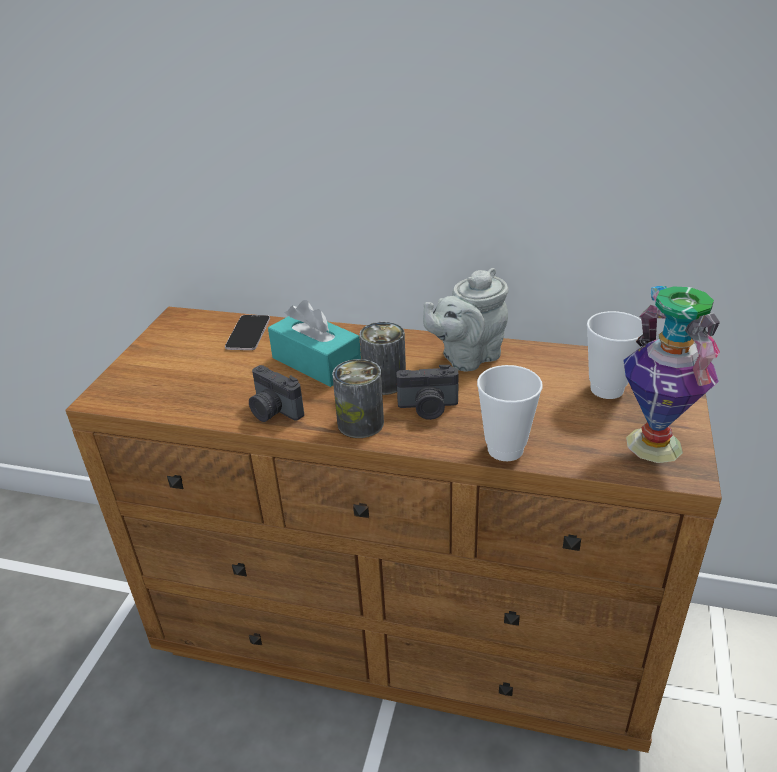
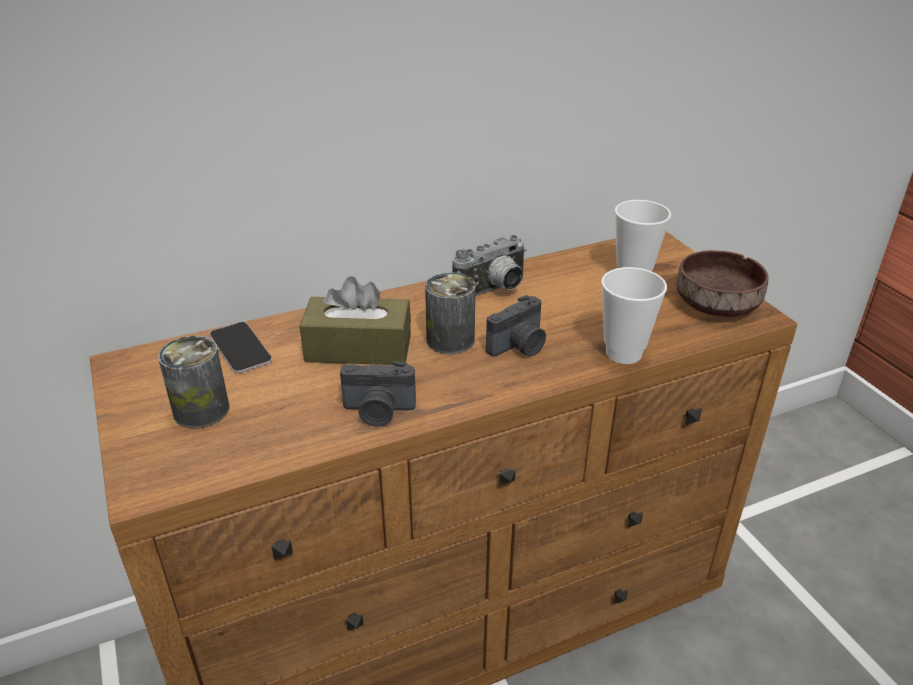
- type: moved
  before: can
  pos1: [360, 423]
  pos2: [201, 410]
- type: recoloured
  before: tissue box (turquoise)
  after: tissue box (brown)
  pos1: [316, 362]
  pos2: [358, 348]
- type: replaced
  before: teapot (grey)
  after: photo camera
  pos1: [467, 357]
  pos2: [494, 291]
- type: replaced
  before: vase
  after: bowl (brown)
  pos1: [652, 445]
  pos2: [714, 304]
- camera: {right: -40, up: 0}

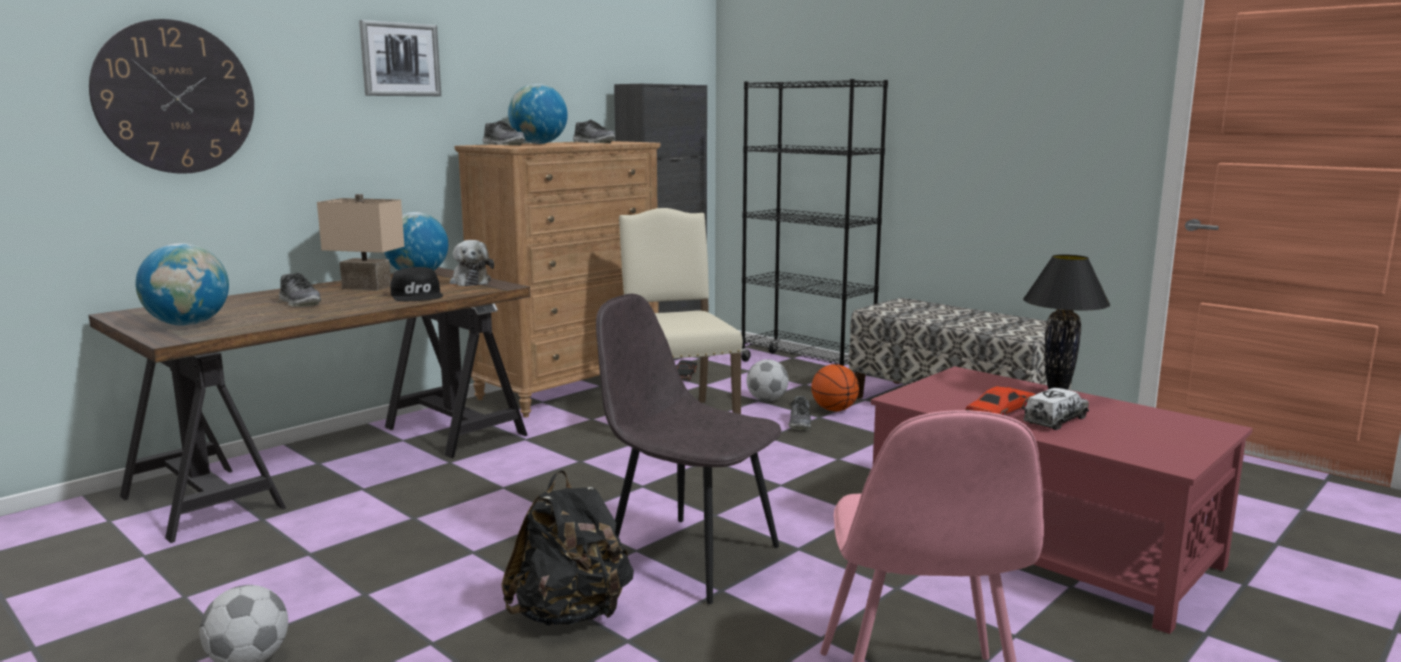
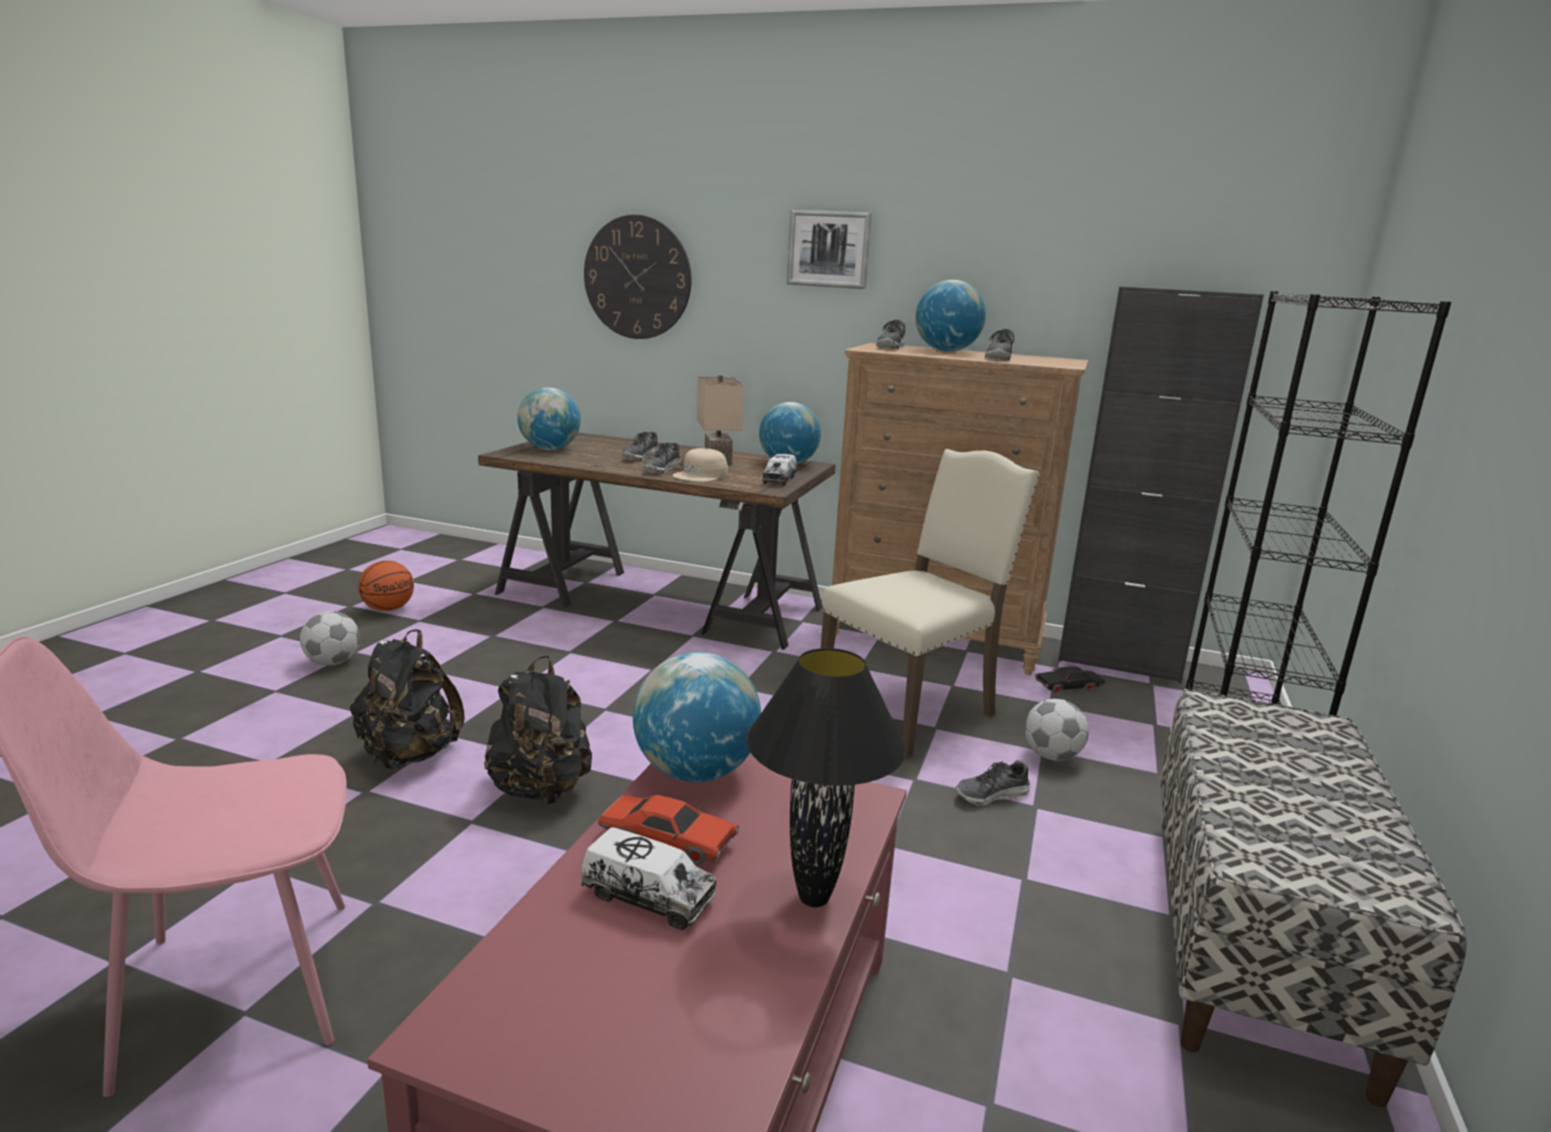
- type: moved
  before: basketball
  pos1: [833, 410]
  pos2: [389, 609]
- type: replaced
  before: chair (grey)
  after: backpack (black)
  pos1: [689, 557]
  pos2: [541, 789]
- type: added
  after: globe
  pos2: [695, 772]
- type: added
  after: shoe
  pos2: [662, 469]
- type: recoloured
  before: cap (black)
  after: cap (beige)
  pos1: [418, 295]
  pos2: [701, 475]
- type: replaced
  before: plush toy
  after: toy truck
  pos1: [470, 281]
  pos2: [779, 479]
- camera: {right: 65, up: 5}

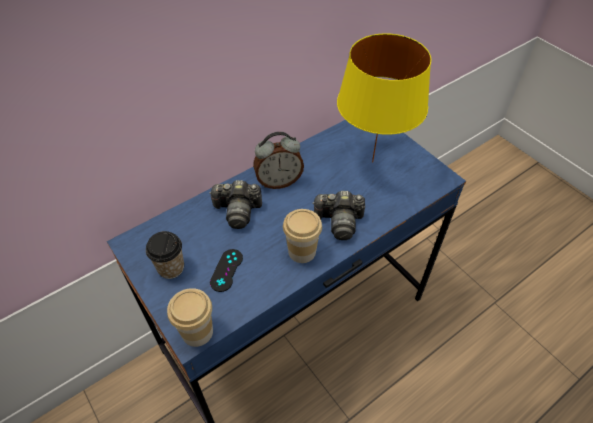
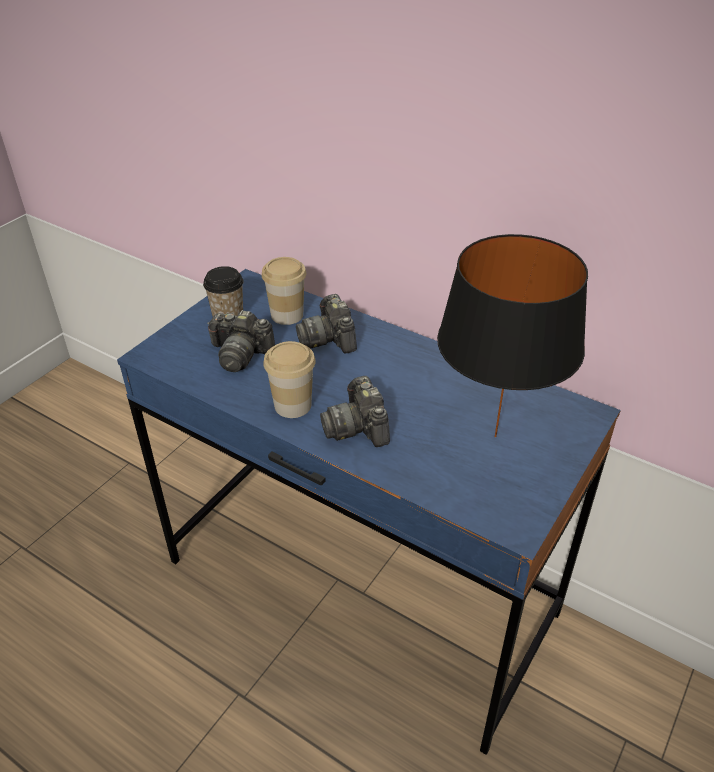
- type: replaced
  before: game controller (black)
  after: photo camera
  pos1: [226, 270]
  pos2: [240, 354]
- type: moved
  before: cup
  pos1: [197, 332]
  pos2: [287, 315]
- type: recoloured
  before: table lamp (yellow)
  after: table lamp (black)
  pos1: [373, 162]
  pos2: [494, 437]
- type: removed
  before: alarm clock
  pos1: [278, 181]
- camera: {right: 70, up: -10}

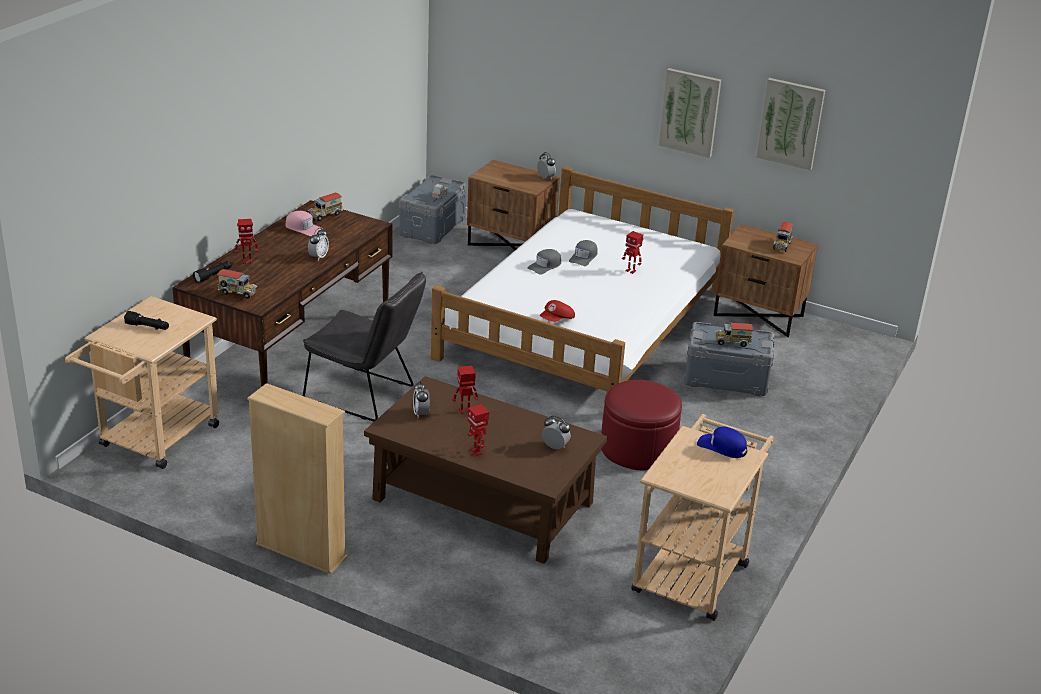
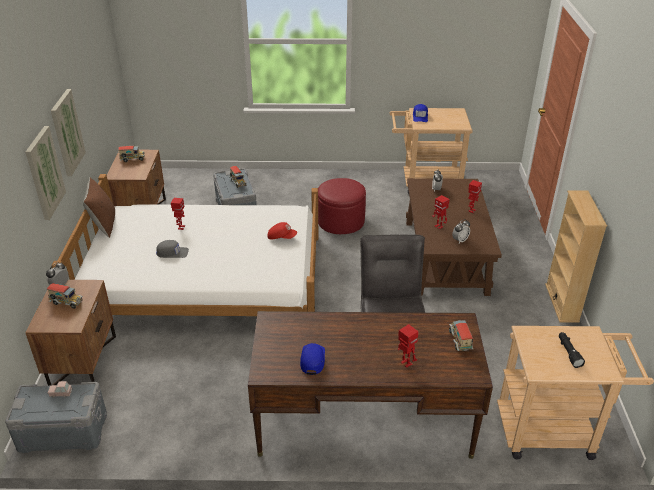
- type: moved
  before: picture
  pos1: [790, 123]
  pos2: [44, 173]
- type: moved
  before: toy truck
  pos1: [325, 216]
  pos2: [67, 303]
- type: added
  after: pillow (brown)
  pos2: [103, 225]
- type: recoloured
  before: cap (pink)
  after: cap (blue)
  pos1: [303, 228]
  pos2: [312, 359]
- type: removed
  before: flashlight (black)
  pos1: [214, 275]
- type: removed
  before: alarm clock
  pos1: [318, 257]
- type: removed
  before: cap (grey)
  pos1: [545, 266]
- camera: {right: -115, up: 5}

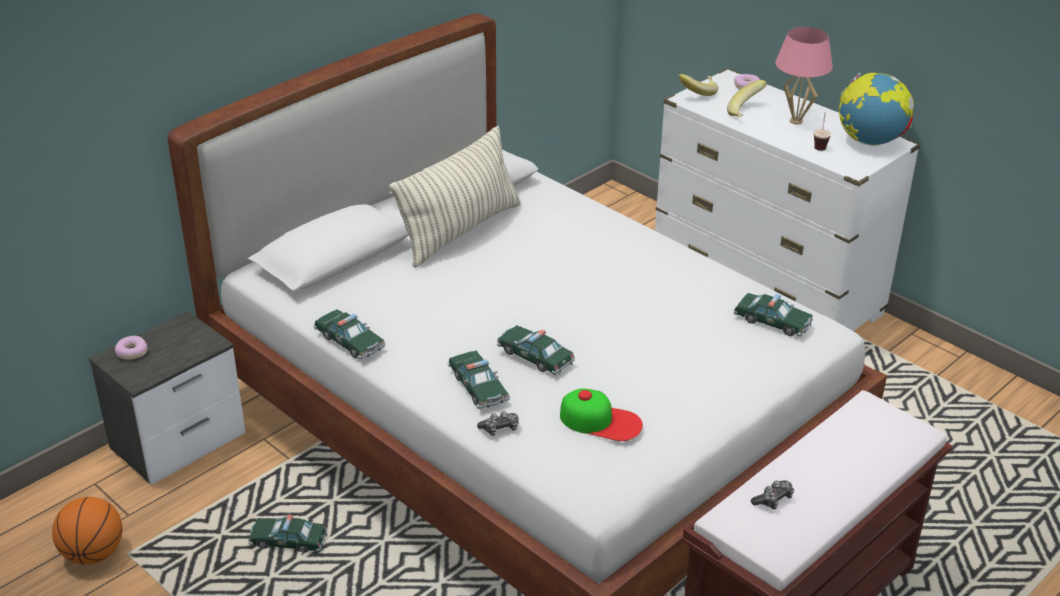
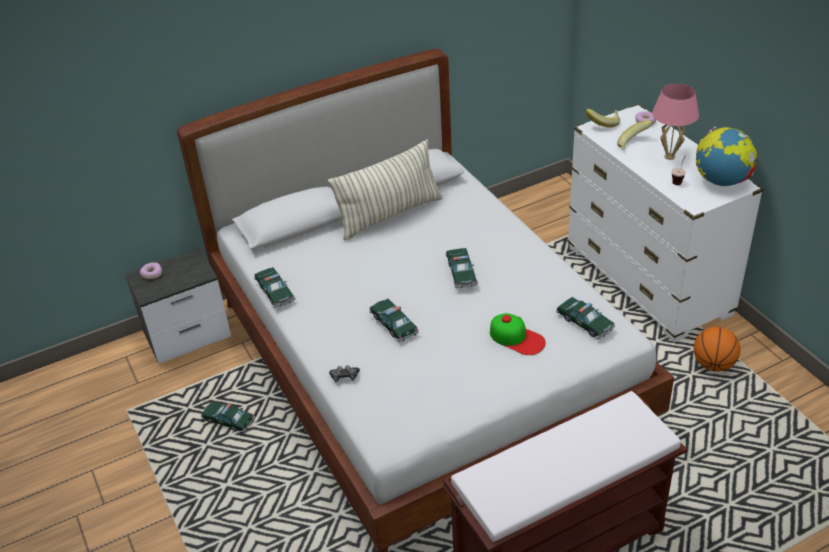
- type: moved
  before: toy car
  pos1: [478, 387]
  pos2: [461, 273]
- type: moved
  before: cap
  pos1: [601, 421]
  pos2: [517, 338]
- type: moved
  before: basketball
  pos1: [93, 554]
  pos2: [713, 364]
- type: removed
  before: game controller
  pos1: [773, 499]
- camera: {right: 20, up: 5}

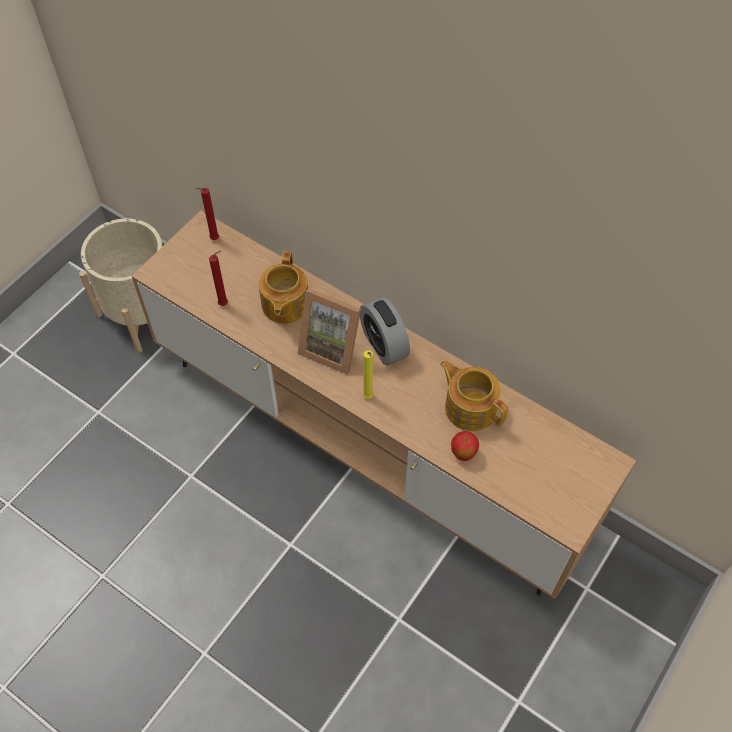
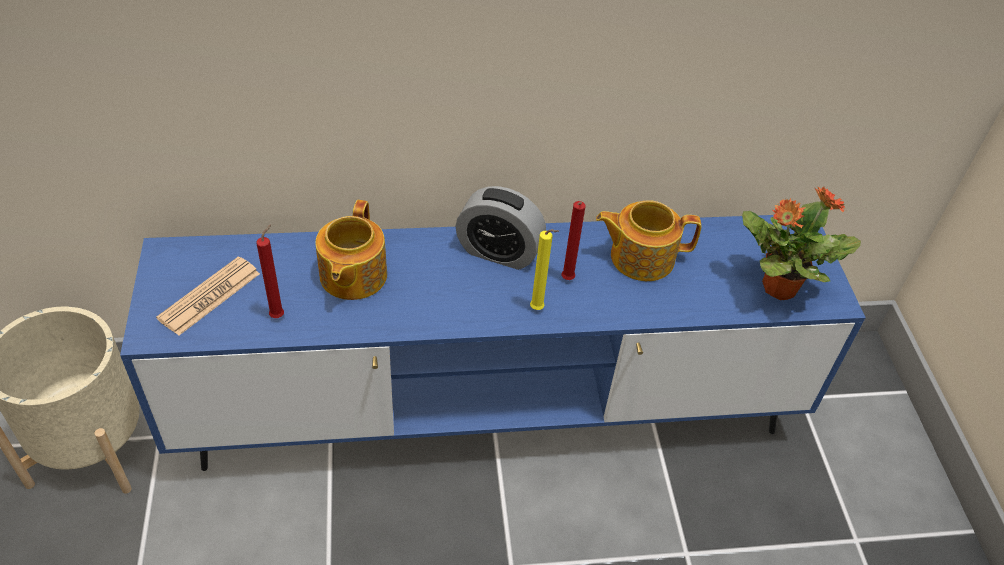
- type: recoloured
  before: tv stand (brown)
  after: tv stand (blue)
  pos1: [367, 445]
  pos2: [490, 412]
- type: added
  after: newspaper
  pos2: [210, 296]
- type: turned
  before: teapot
  pos1: [284, 305]
  pos2: [352, 276]
  turn: 45
- type: moved
  before: candle (red)
  pos1: [213, 239]
  pos2: [566, 280]
- type: added
  after: potted plant
  pos2: [777, 287]
- type: removed
  before: picture frame
  pos1: [332, 347]
- type: removed
  before: apple
  pos1: [463, 454]
- camera: {right: -45, up: -10}

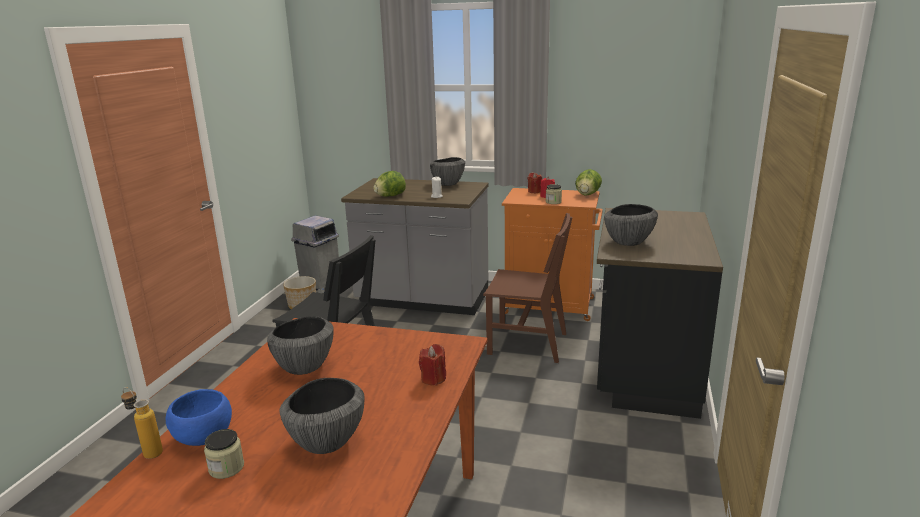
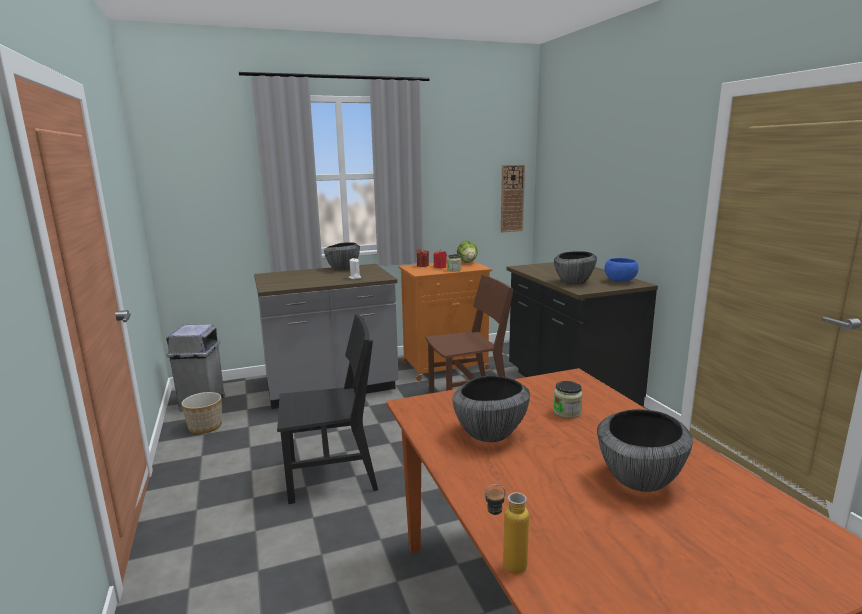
- type: added
  after: wall clock
  pos2: [512, 198]
- type: moved
  before: jar
  pos1: [226, 468]
  pos2: [567, 412]
- type: moved
  before: bowl (blue)
  pos1: [203, 438]
  pos2: [620, 281]
- type: removed
  before: lettuce
  pos1: [390, 196]
- type: removed
  before: candle (red)
  pos1: [433, 378]
- camera: {right: -35, up: -5}

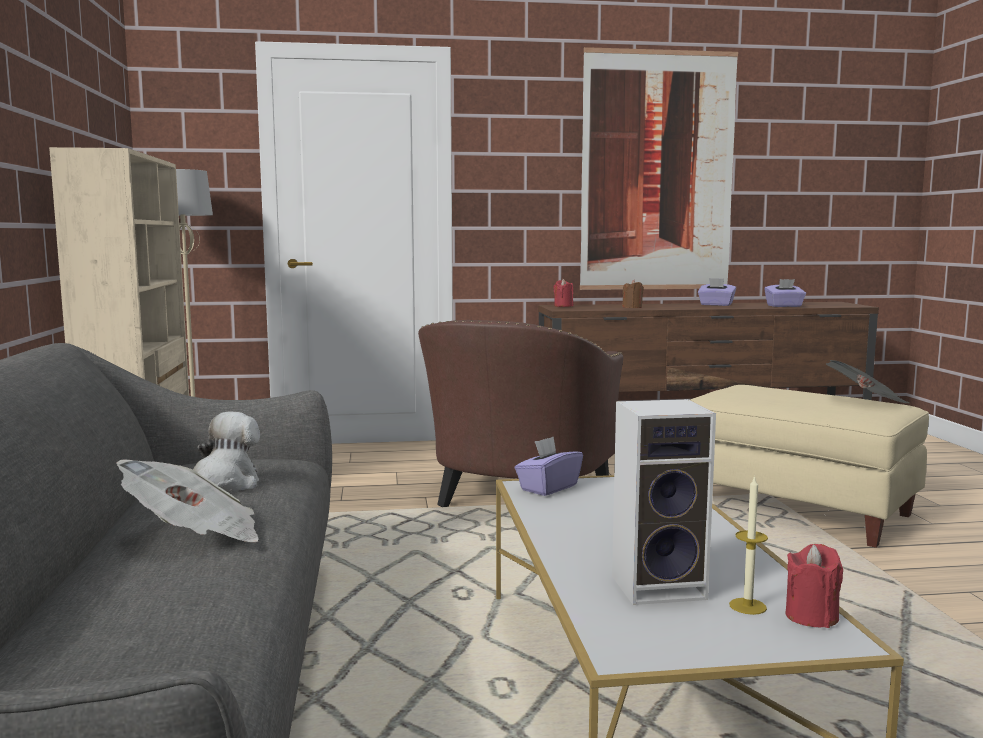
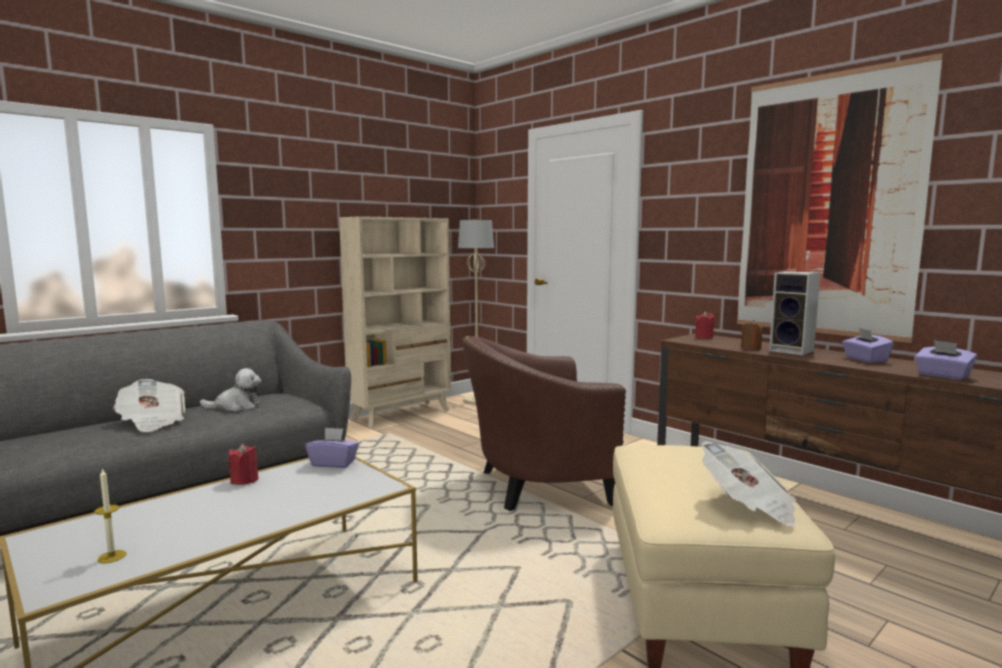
- type: moved
  before: candle (red)
  pos1: [811, 616]
  pos2: [244, 480]
- type: moved
  before: speaker
  pos1: [661, 586]
  pos2: [793, 351]
- camera: {right: 55, up: 0}

